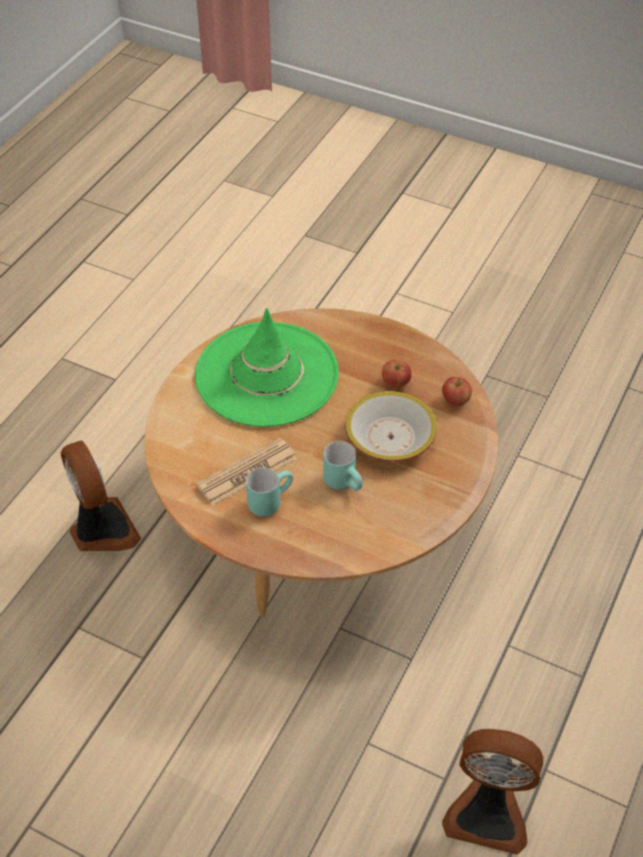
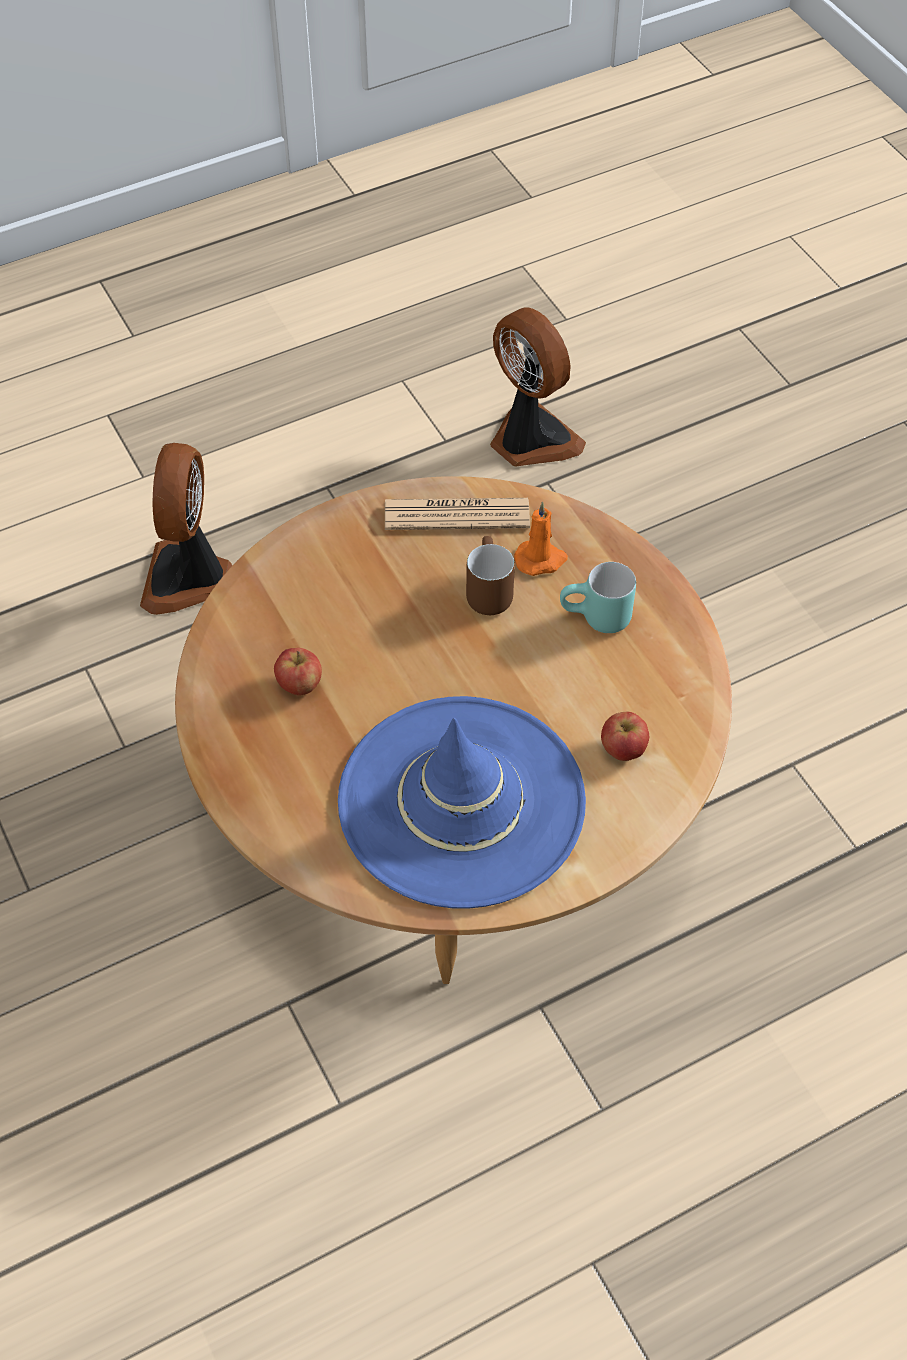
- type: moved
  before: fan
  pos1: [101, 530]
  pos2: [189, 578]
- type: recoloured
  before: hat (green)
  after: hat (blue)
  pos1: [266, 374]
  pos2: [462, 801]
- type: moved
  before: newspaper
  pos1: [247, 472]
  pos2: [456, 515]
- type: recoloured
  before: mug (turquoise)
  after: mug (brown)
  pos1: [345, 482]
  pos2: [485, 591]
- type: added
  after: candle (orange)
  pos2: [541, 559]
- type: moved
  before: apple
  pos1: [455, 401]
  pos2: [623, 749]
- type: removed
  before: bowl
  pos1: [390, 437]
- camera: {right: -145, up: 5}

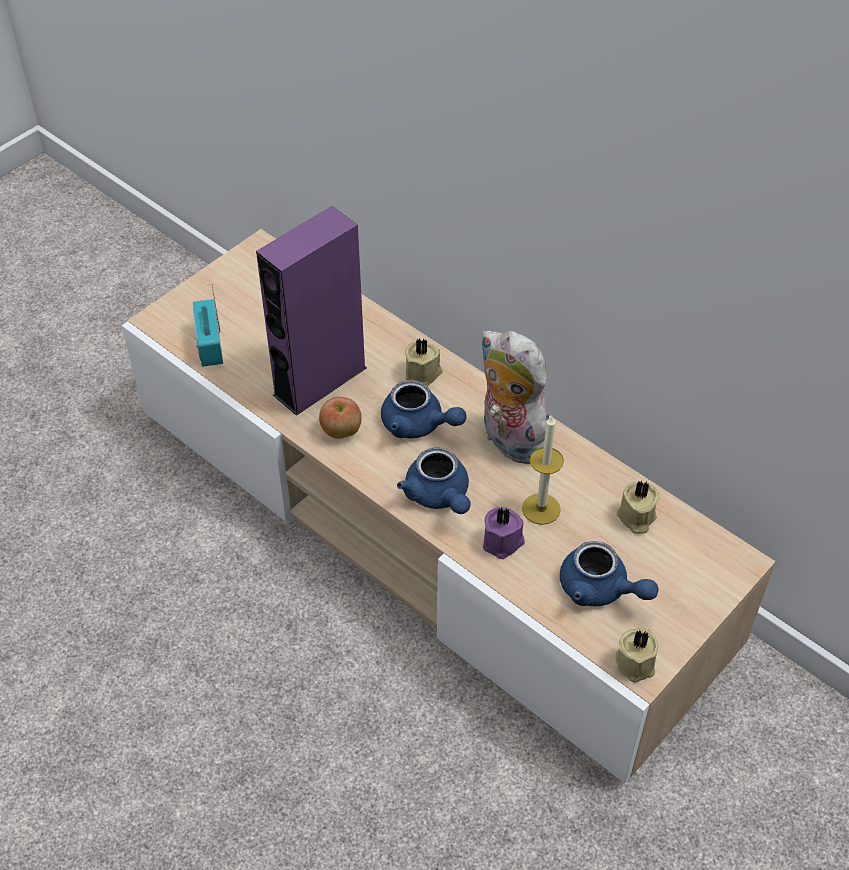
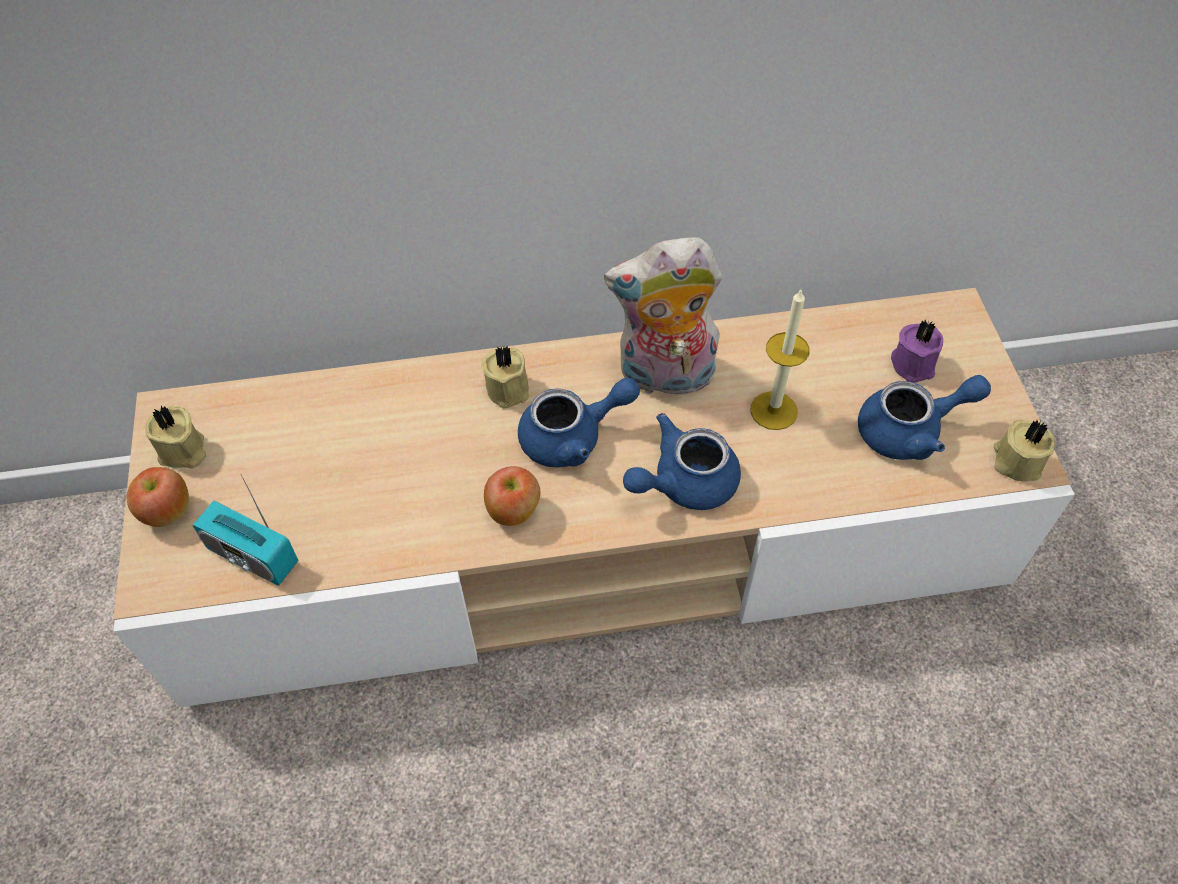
- type: added
  after: apple
  pos2: [168, 512]
- type: moved
  before: candle (beige)
  pos1: [636, 518]
  pos2: [183, 452]
- type: turned
  before: teapot (blue)
  pos1: [439, 496]
  pos2: [683, 483]
  turn: 135
- type: moved
  before: candle (purple)
  pos1: [503, 542]
  pos2: [914, 363]
- type: removed
  before: speaker (purple)
  pos1: [320, 381]
- camera: {right: -50, up: 5}

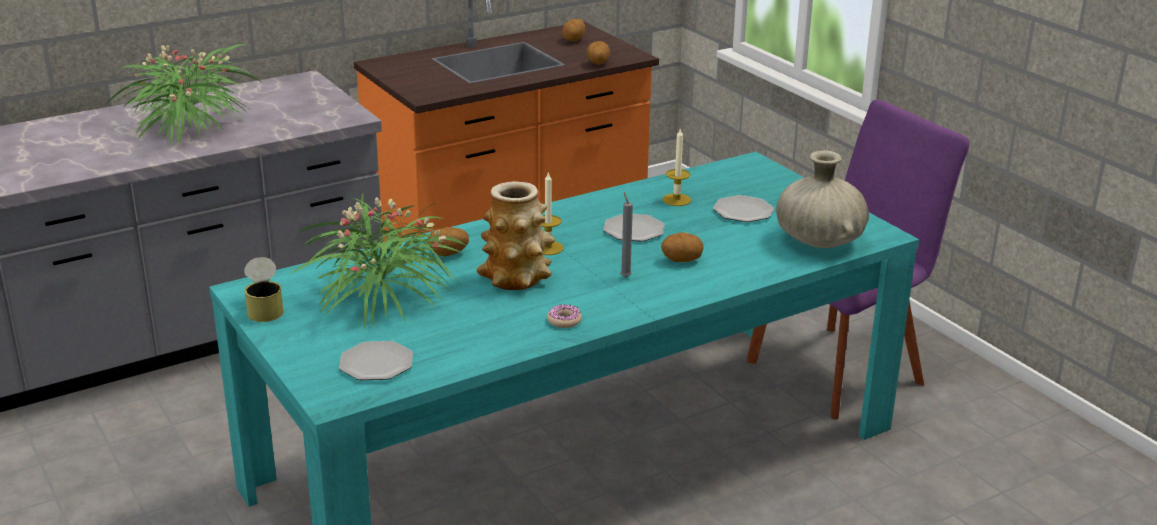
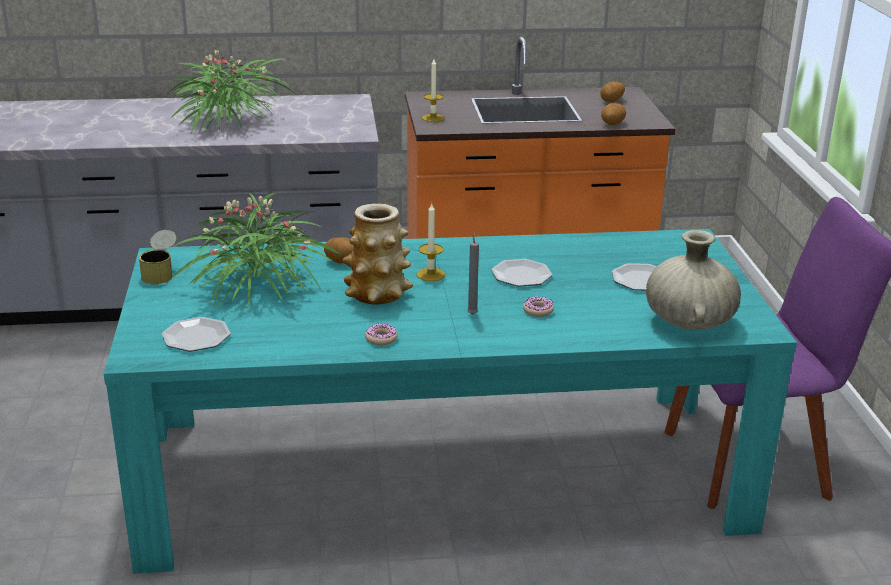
- type: moved
  before: candle
  pos1: [676, 200]
  pos2: [433, 118]
- type: replaced
  before: potato
  after: donut
  pos1: [681, 260]
  pos2: [538, 311]
- camera: {right: 25, up: 0}

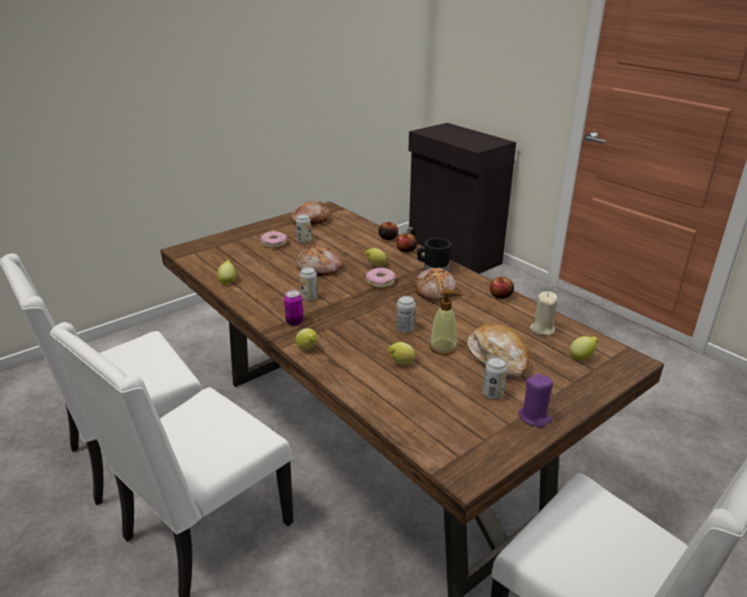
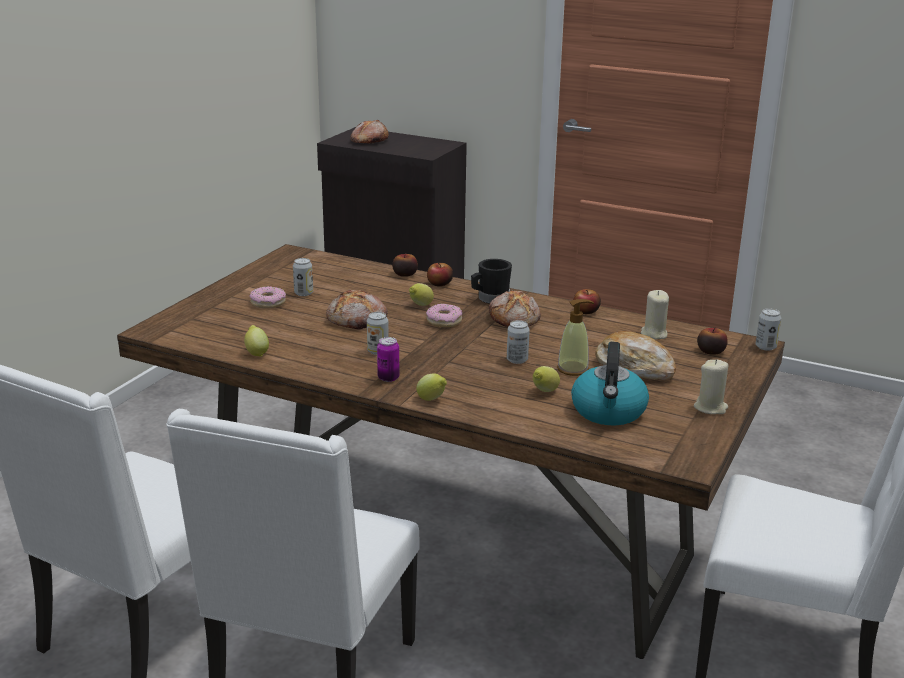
- type: moved
  before: bread
  pos1: [310, 220]
  pos2: [369, 141]
- type: added
  after: kettle
  pos2: [609, 412]
- type: recoloured
  before: candle (purple)
  after: candle (beige)
  pos1: [534, 417]
  pos2: [710, 408]
- type: replaced
  before: lemon
  after: apple
  pos1: [581, 358]
  pos2: [710, 351]
- type: moved
  before: can
  pos1: [492, 394]
  pos2: [765, 347]
- camera: {right: -25, up: -5}

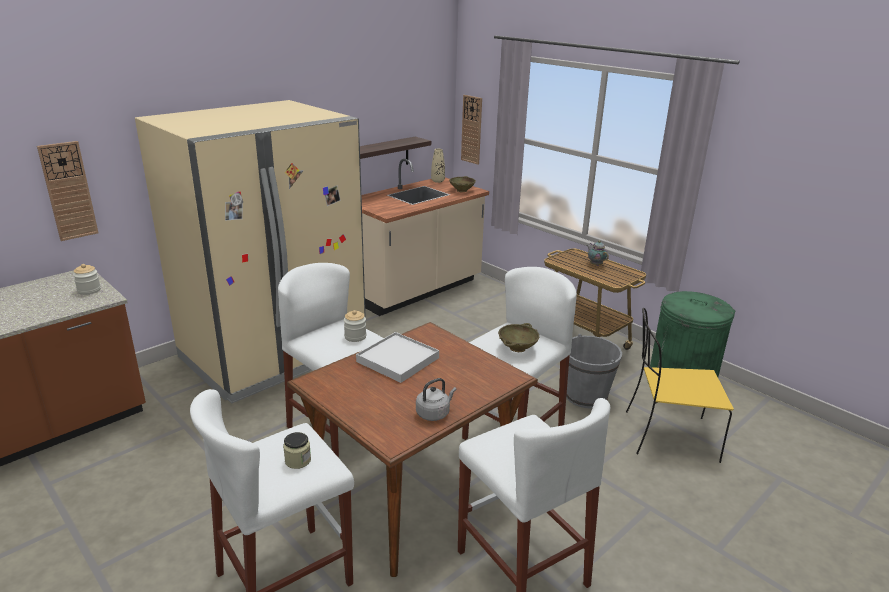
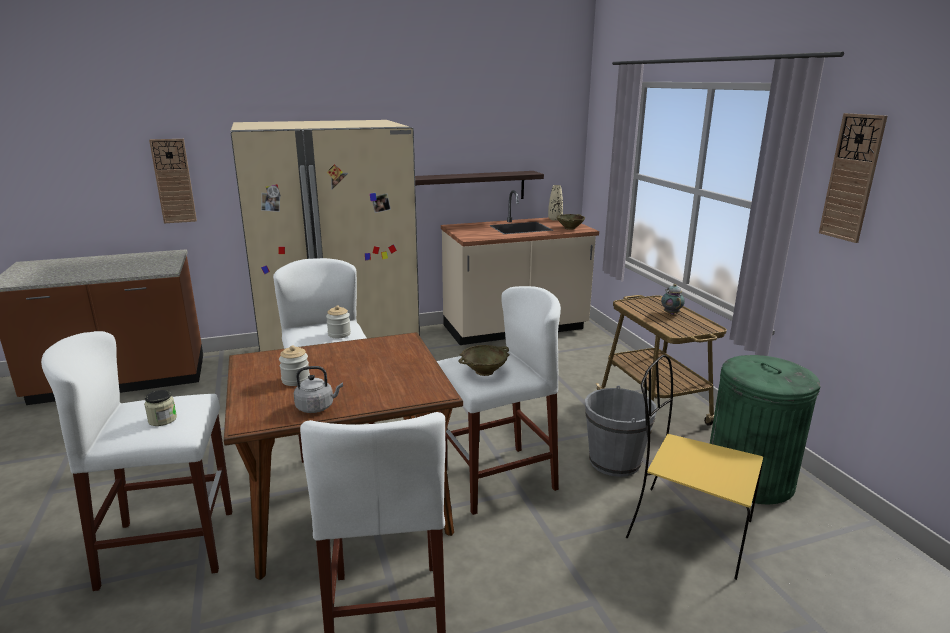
- type: moved
  before: jar
  pos1: [89, 290]
  pos2: [296, 380]
- type: moved
  before: wall clock
  pos1: [472, 129]
  pos2: [852, 178]
- type: removed
  before: tray (white)
  pos1: [398, 359]
- camera: {right: 25, up: -5}

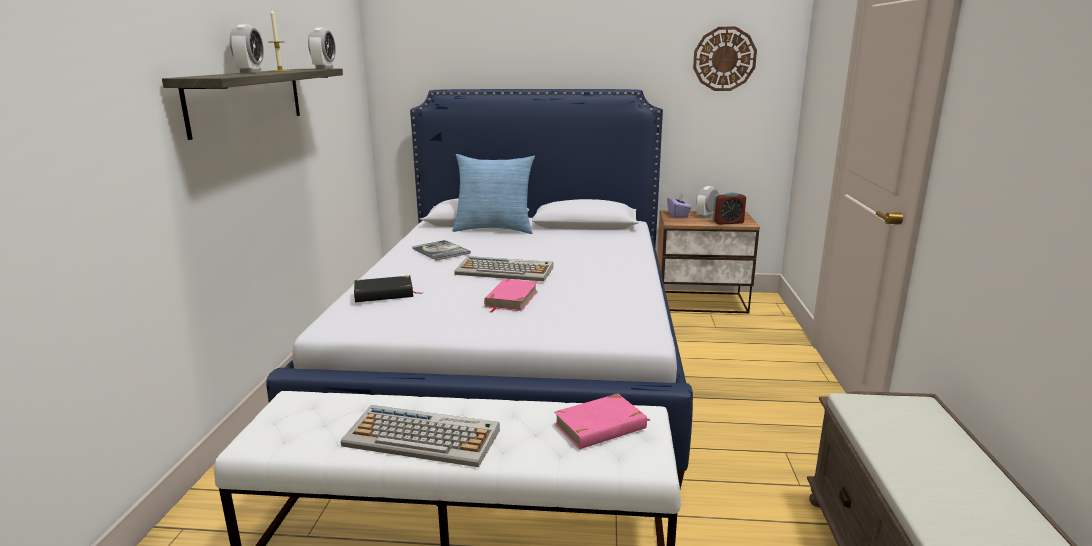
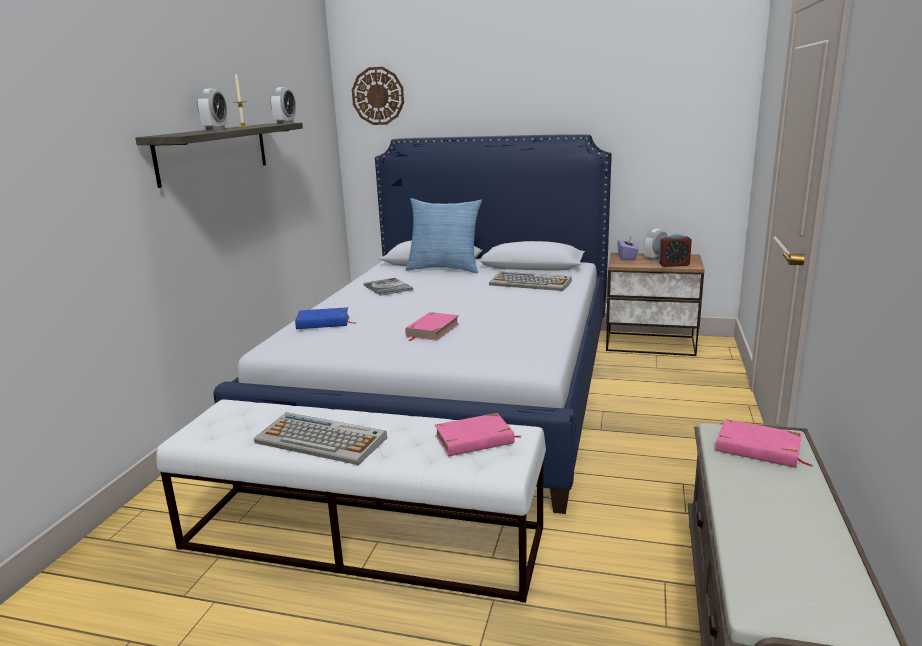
- type: recoloured
  before: book (black)
  after: book (blue)
  pos1: [384, 293]
  pos2: [323, 322]
- type: moved
  before: wall clock
  pos1: [724, 59]
  pos2: [378, 96]
- type: moved
  before: keyboard
  pos1: [505, 271]
  pos2: [531, 283]
- type: added
  after: book (pink)
  pos2: [758, 449]
- camera: {right: 10, up: 0}

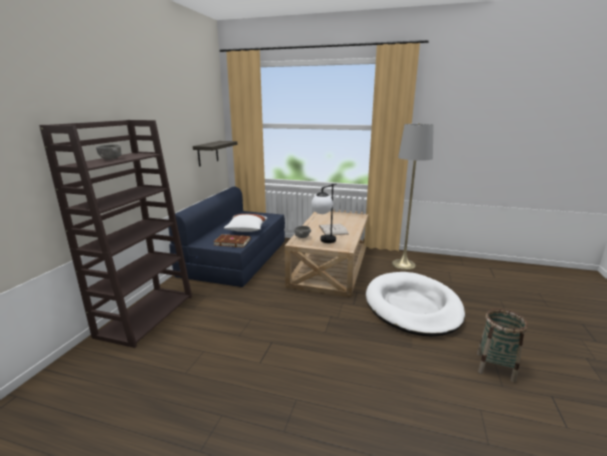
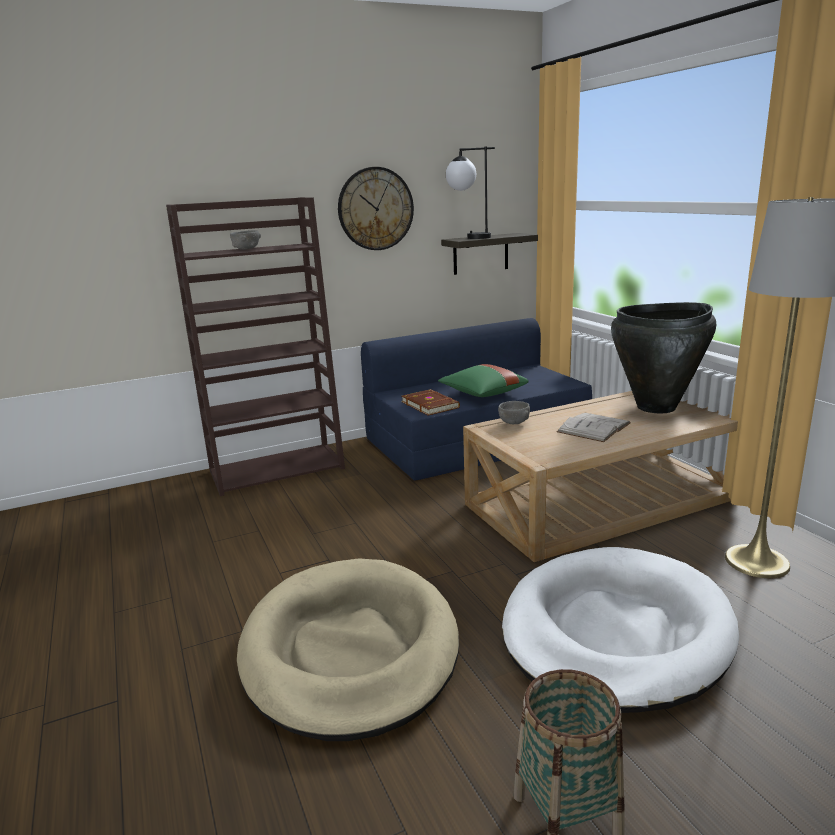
- type: added
  after: dog bed (beige)
  pos2: [350, 650]
- type: added
  after: wall clock
  pos2: [375, 209]
- type: recoloured
  before: pillow (white)
  after: pillow (green)
  pos1: [246, 230]
  pos2: [482, 394]
- type: moved
  before: table lamp
  pos1: [324, 242]
  pos2: [469, 238]
- type: added
  after: vase (black)
  pos2: [656, 407]
- camera: {right: 50, up: 0}

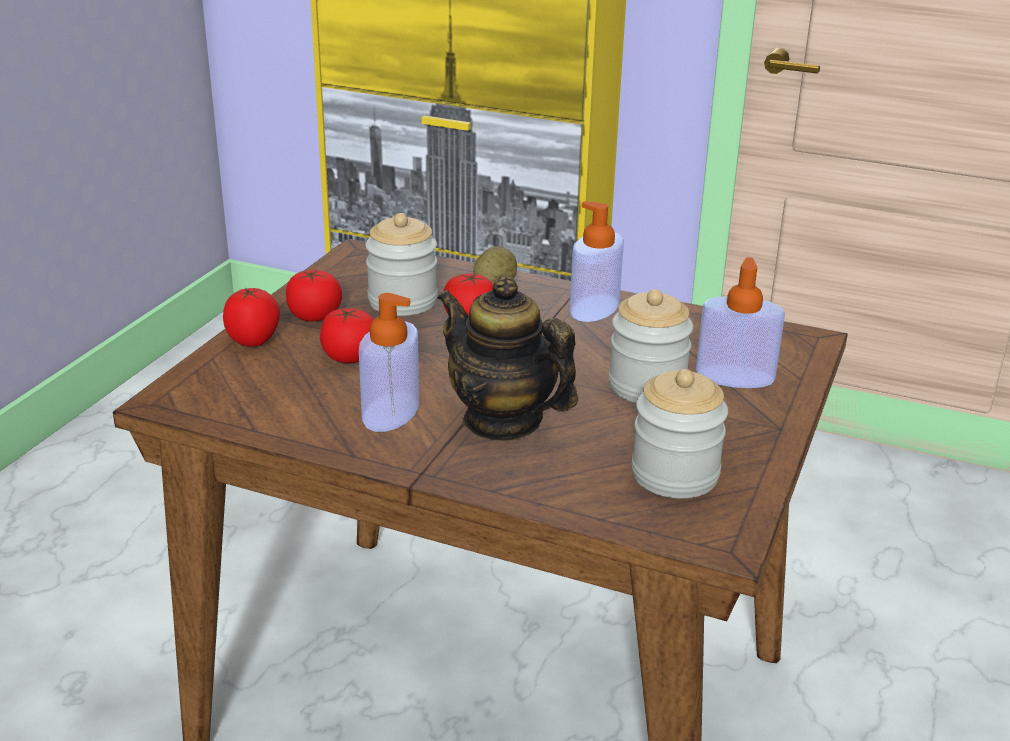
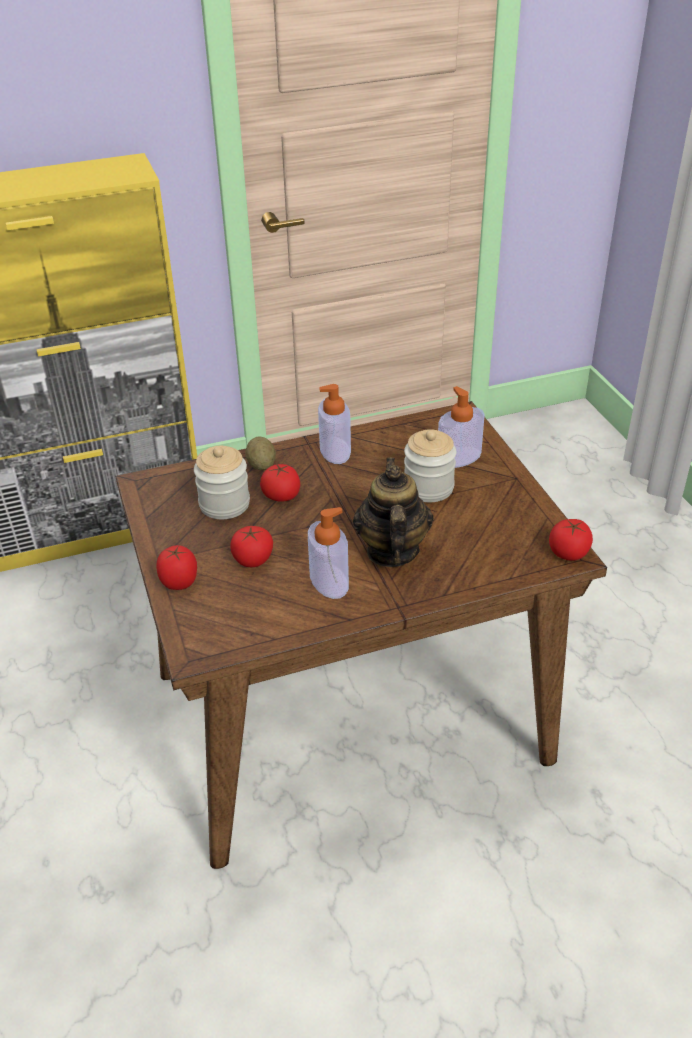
- type: turned
  before: teapot
  pos1: [502, 421]
  pos2: [391, 551]
  turn: 90
- type: moved
  before: tomato
  pos1: [314, 316]
  pos2: [568, 553]
- type: removed
  before: jar
  pos1: [674, 475]
- camera: {right: -40, up: 10}

